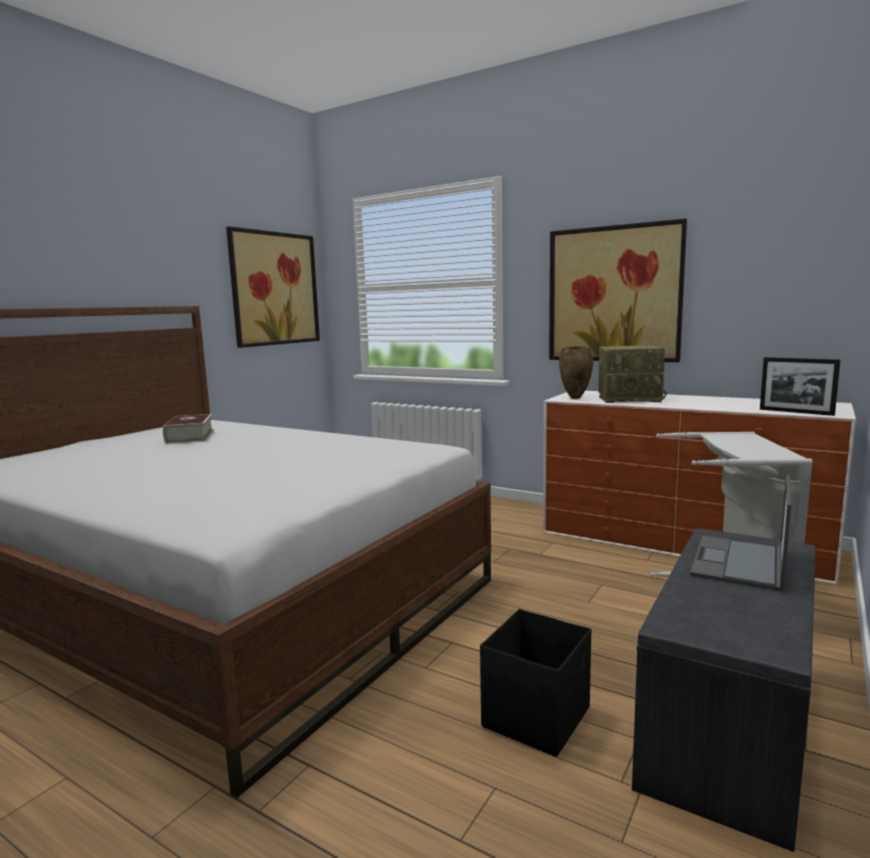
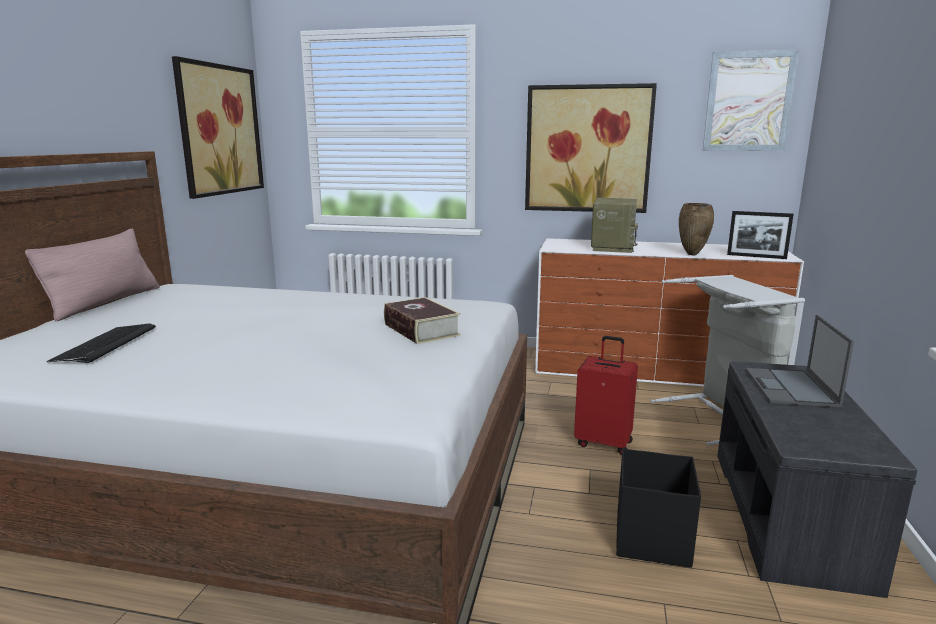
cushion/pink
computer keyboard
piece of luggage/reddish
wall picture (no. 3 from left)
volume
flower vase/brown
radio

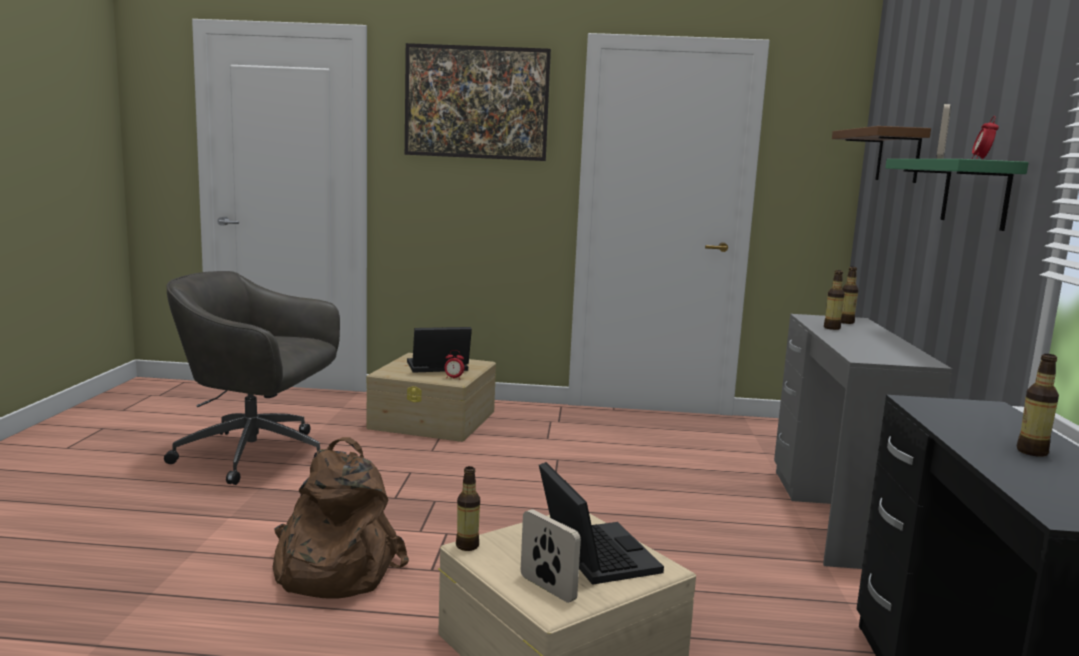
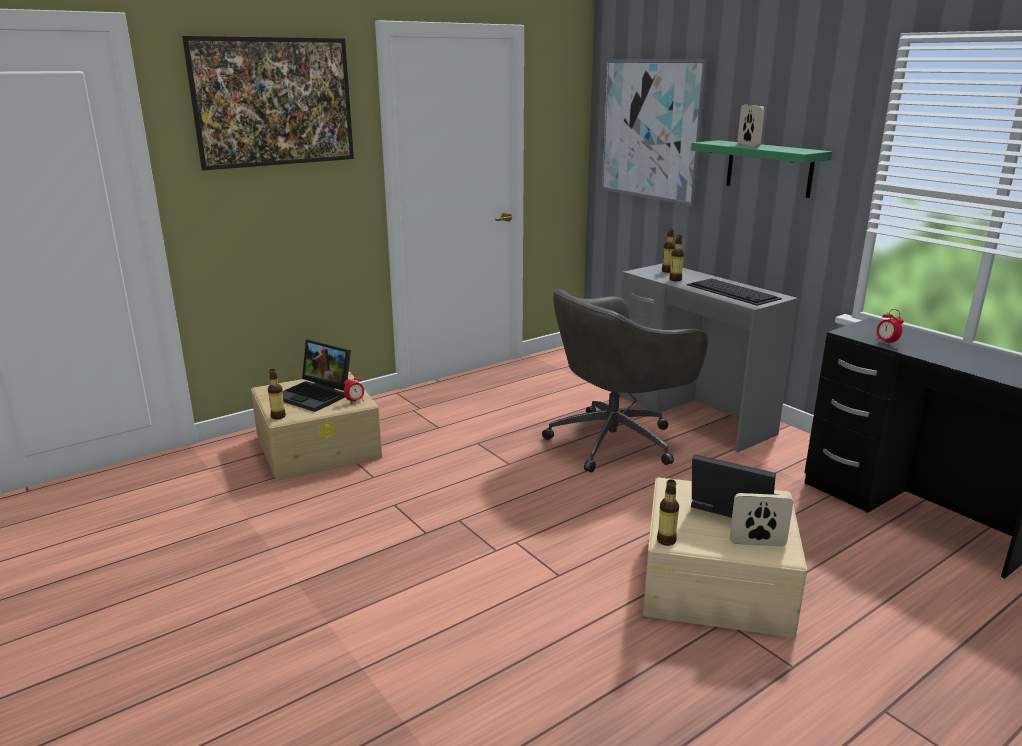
knapsack/brown
computer keyboard
office chair/greyish
table clock (no. 2 from left)
drink bottle (no. 1 from left)
wall picture (no. 2 from left)
portable computer (no. 1 from left)

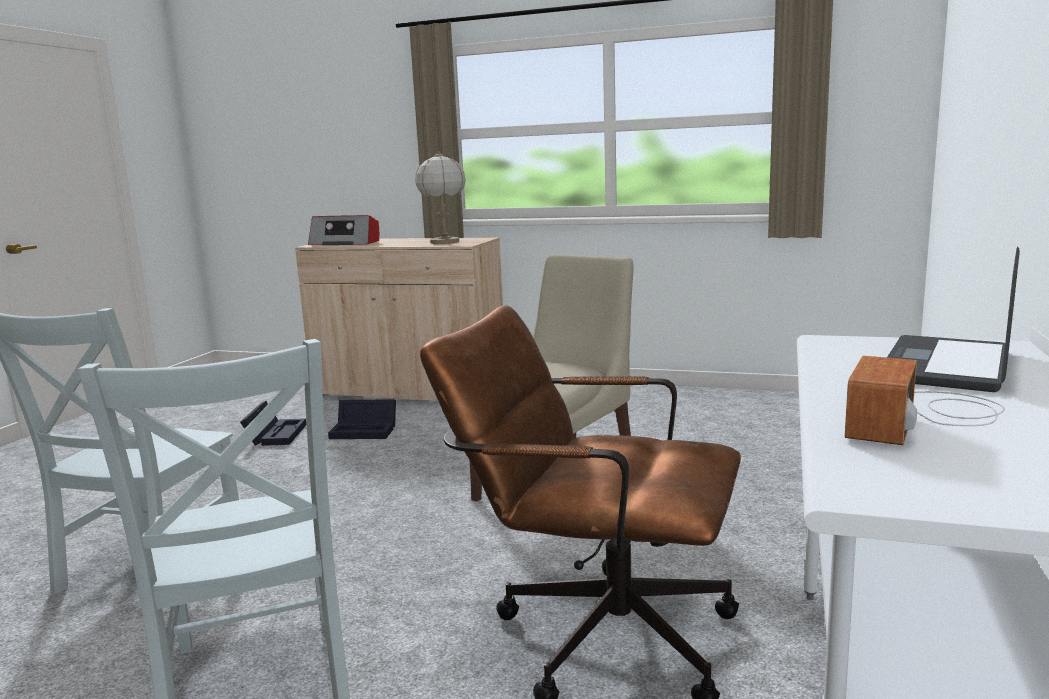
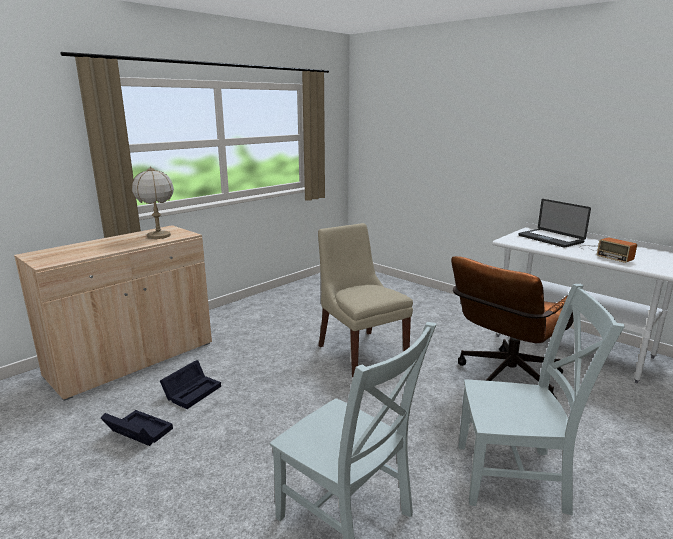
radio (no. 1 from left in the first image)

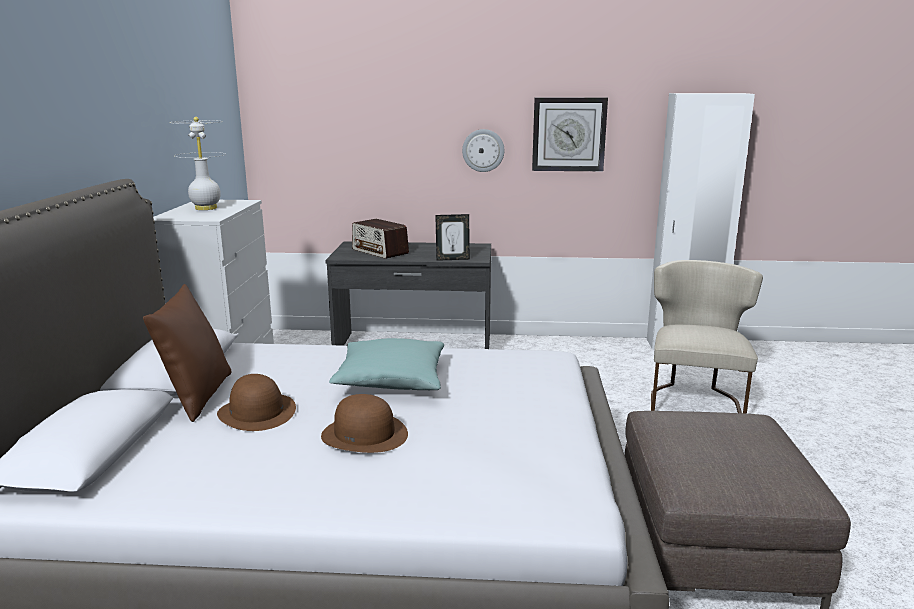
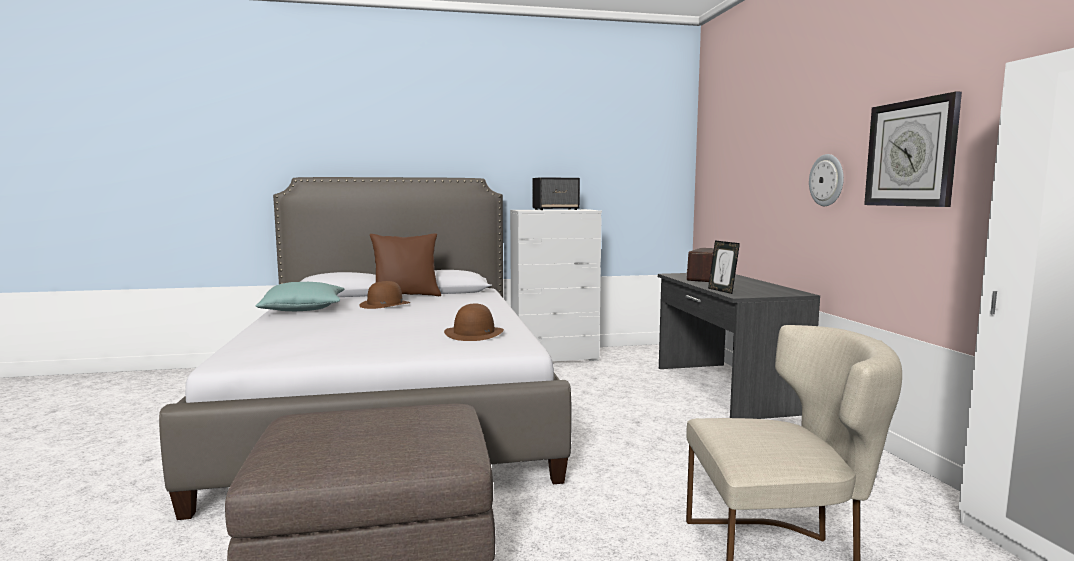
clothing hat/brown (no. 2 from left)
cushion/turquoise
loudspeaker

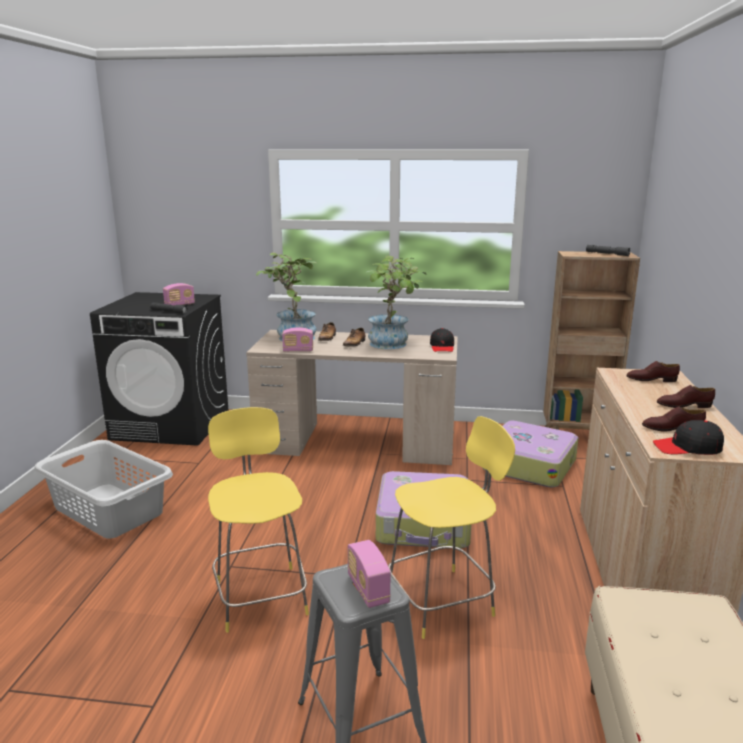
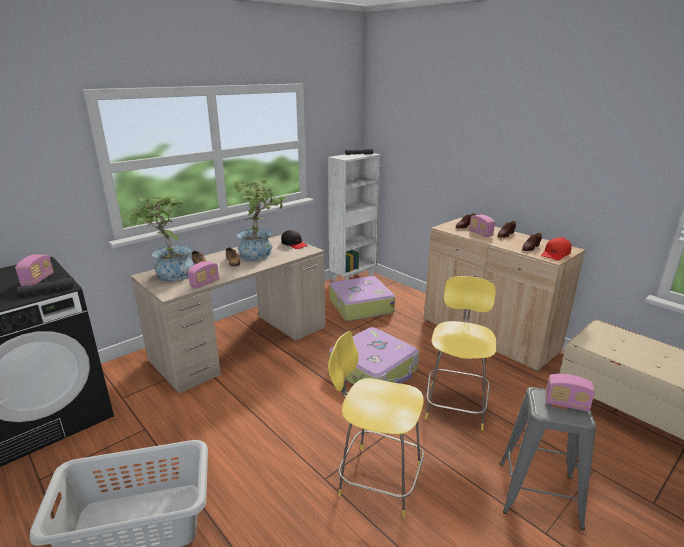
radio (no. 3 from left)
bookshelf/white-coloured
cap/reddish

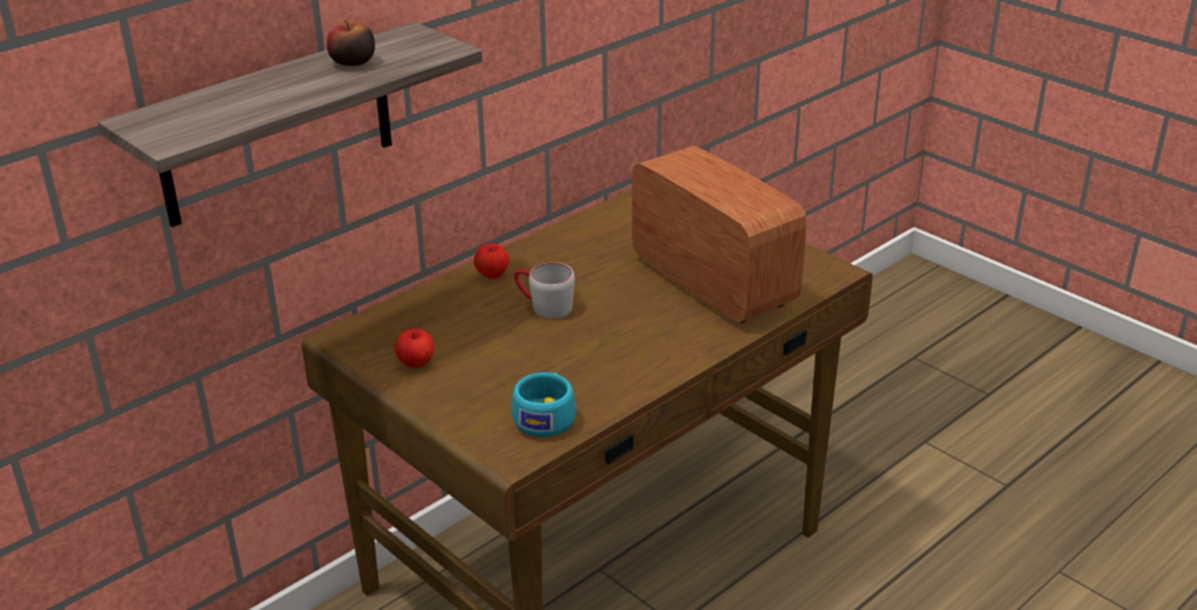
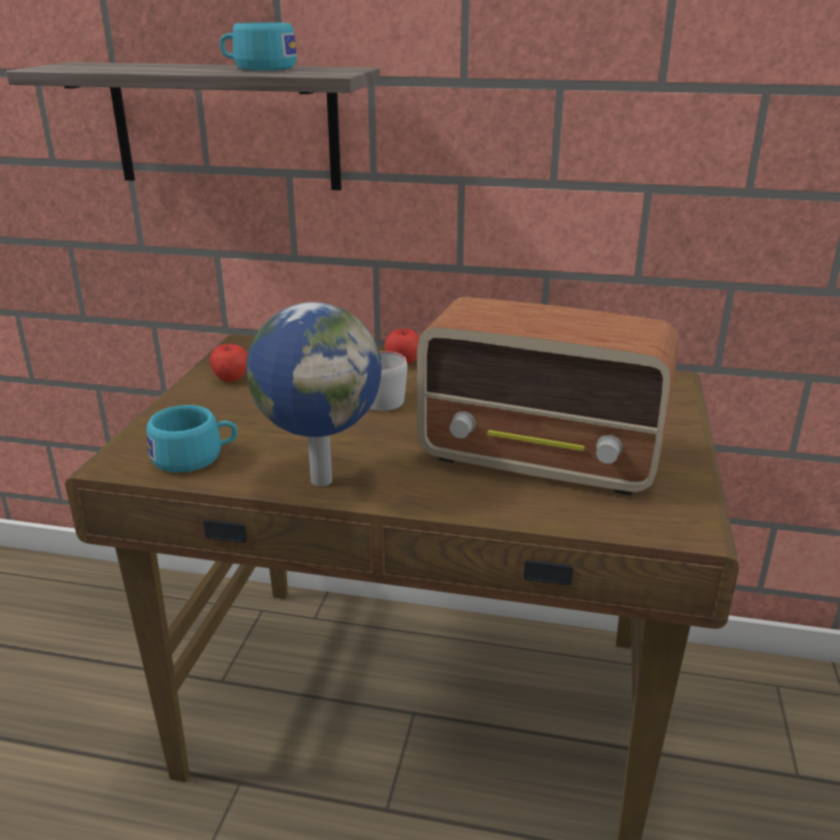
globe
cup/turquoise (no. 2 from left)
radio

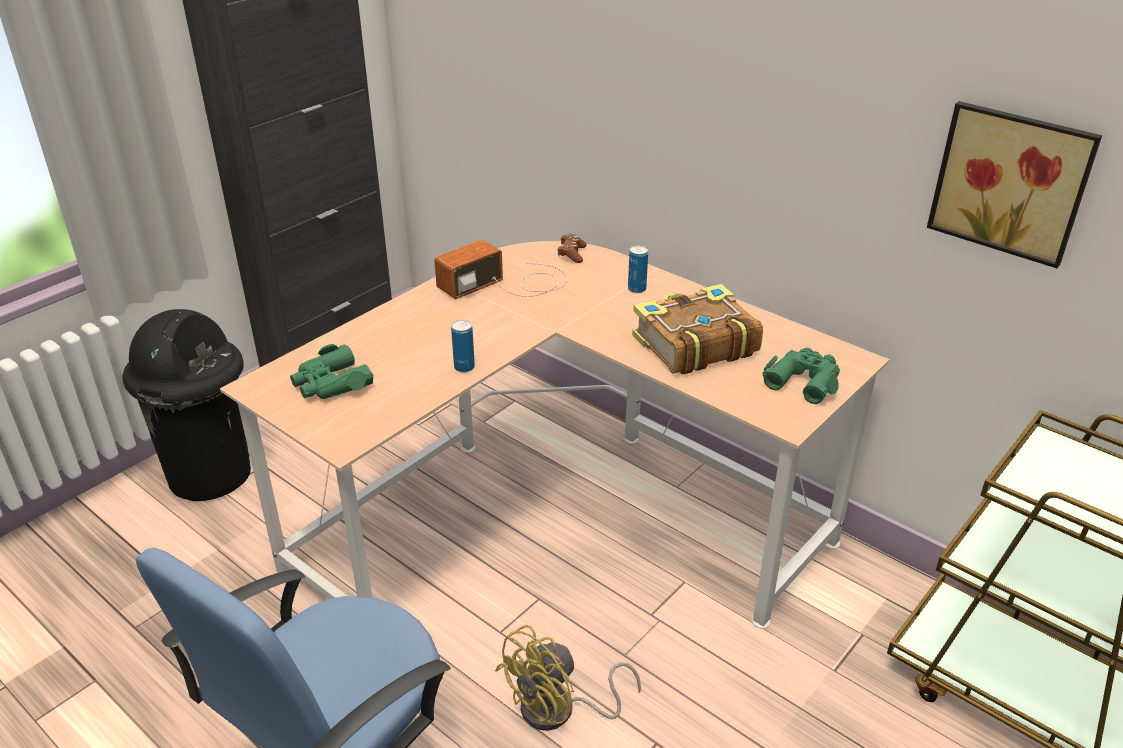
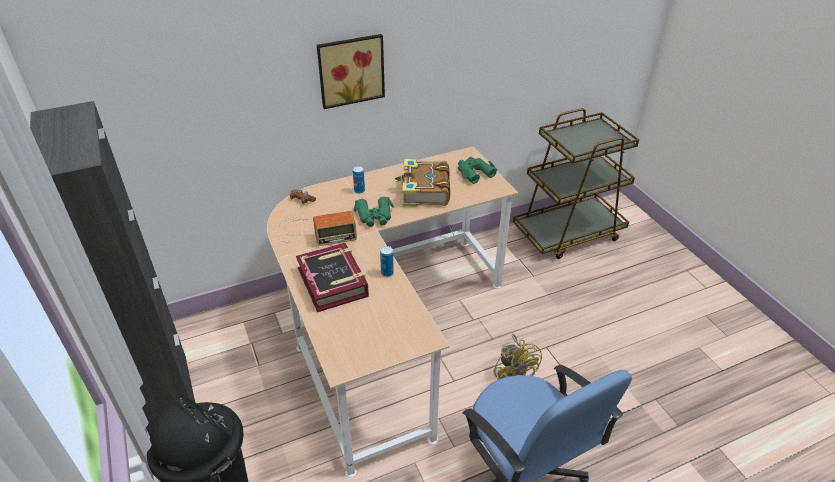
volume (no. 1 from left)
field glasses/greenish (no. 1 from left)
wall picture
radio

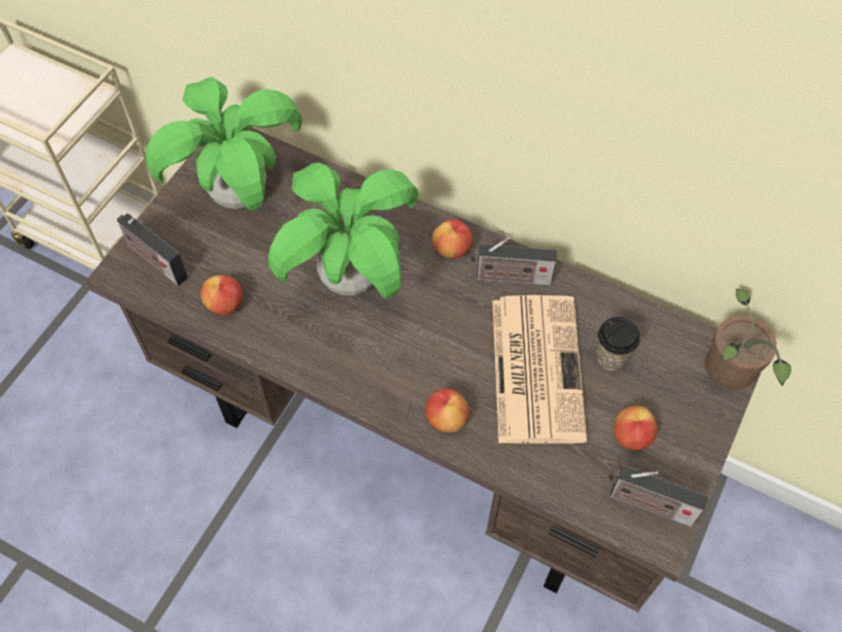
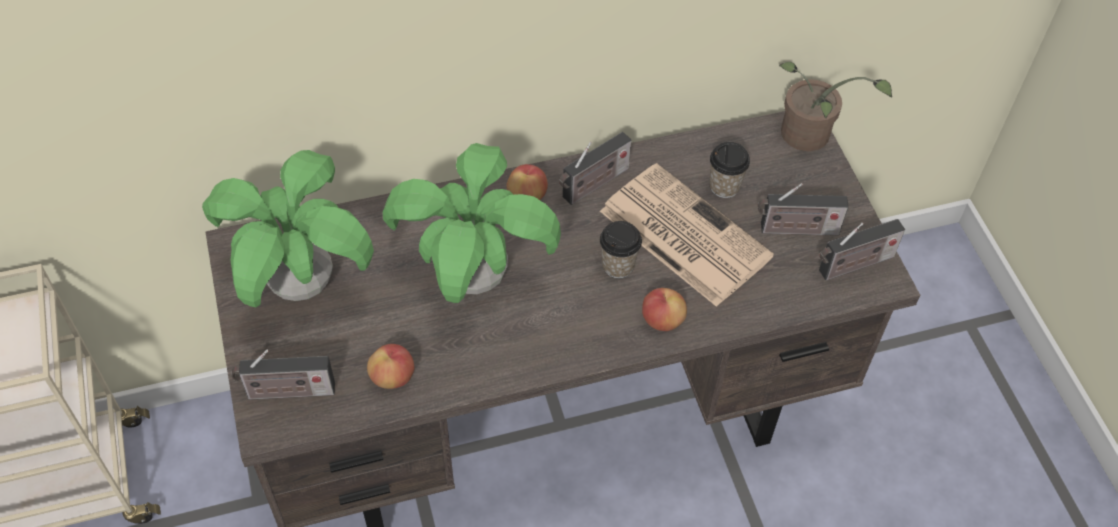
cup (no. 1 from left)
radio (no. 3 from left)

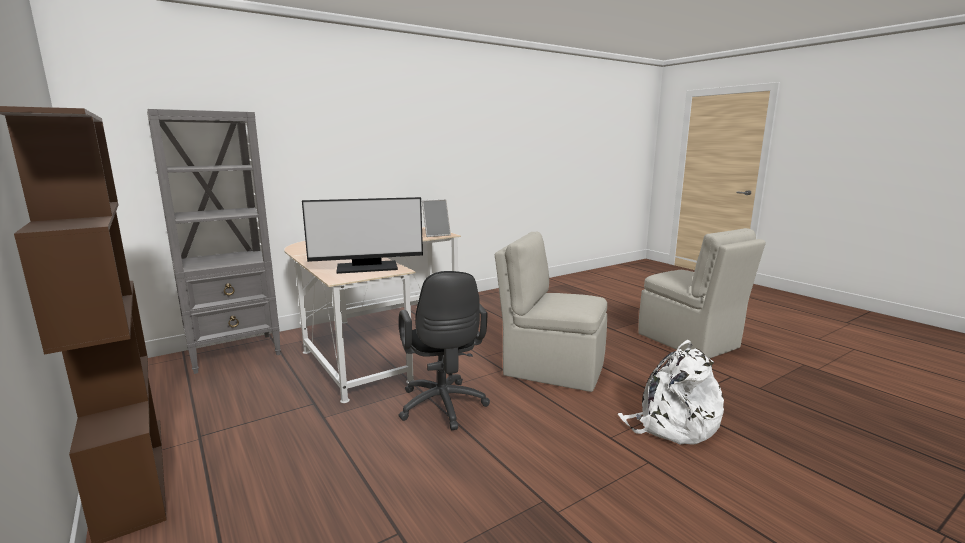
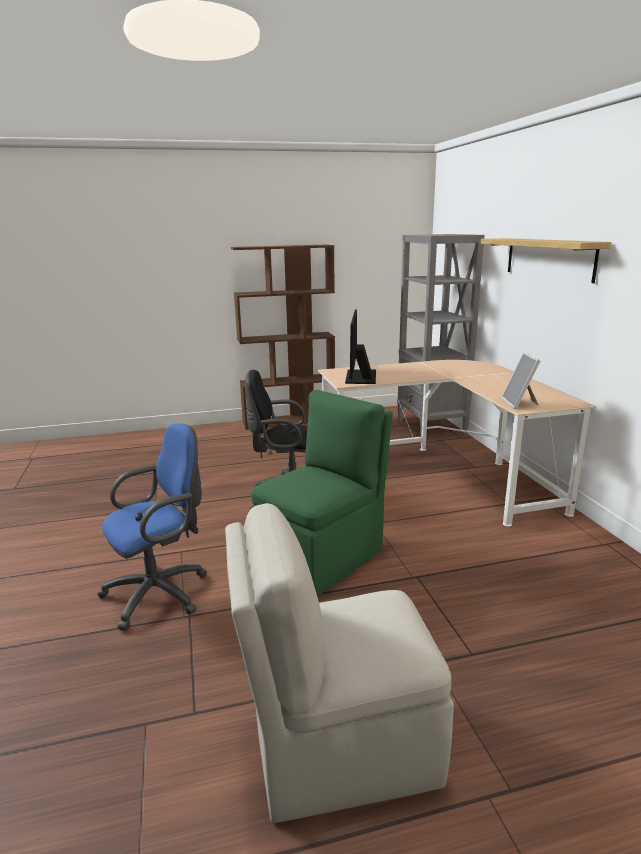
shelf
office chair/bluish
chair/greenish

